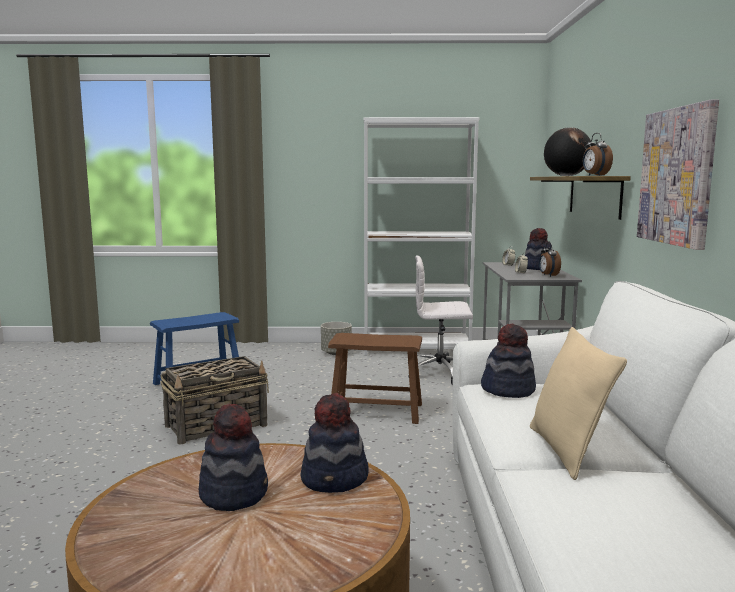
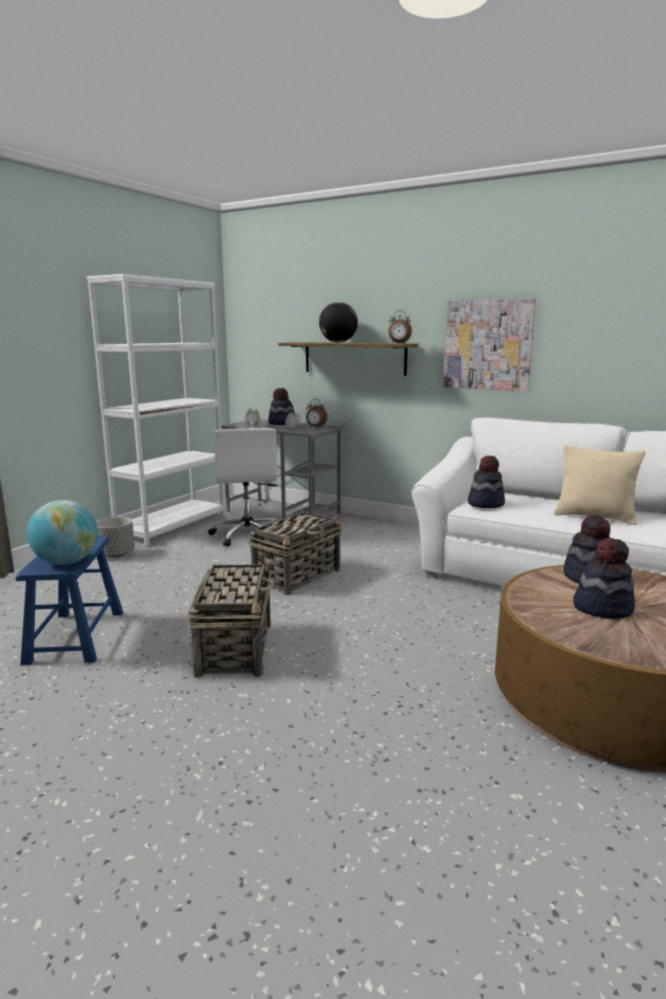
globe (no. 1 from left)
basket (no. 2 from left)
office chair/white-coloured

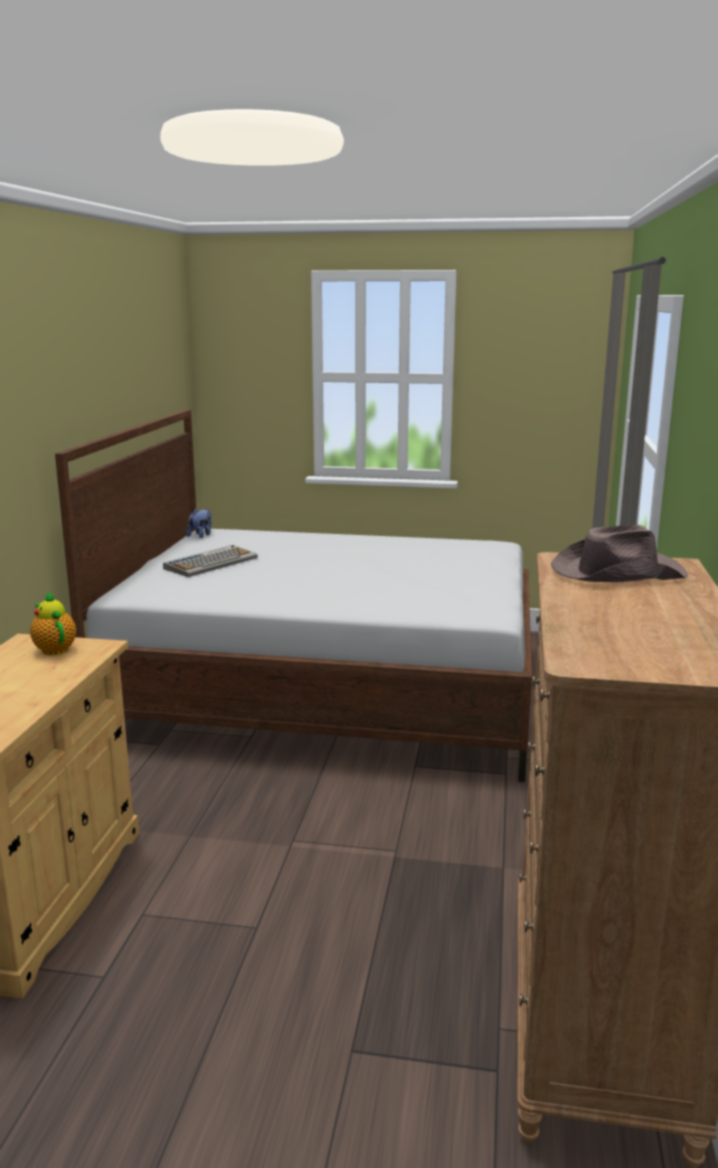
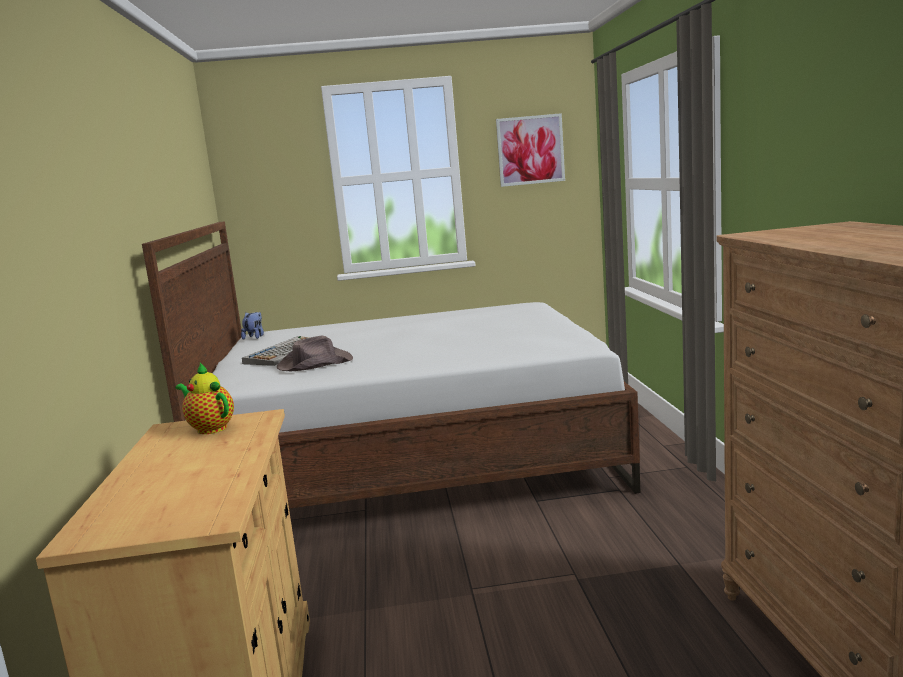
wall picture
clothing hat/brown

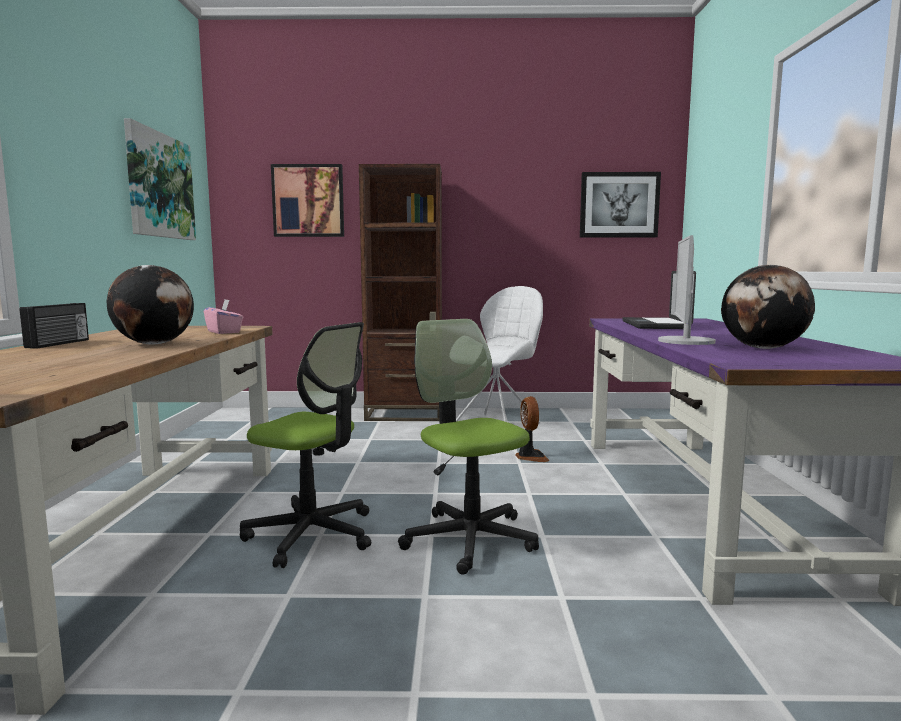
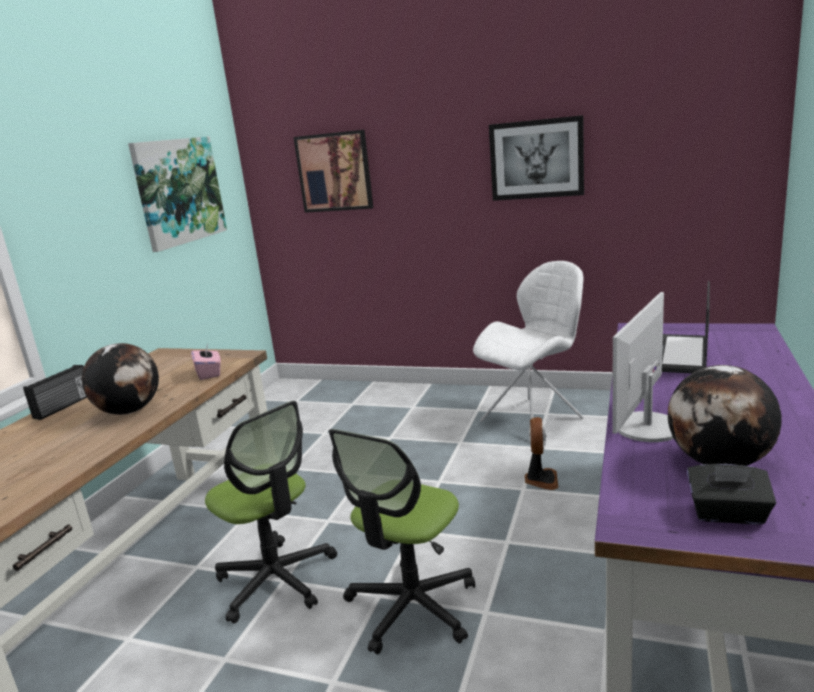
bookshelf/brown
box of tissues/blackish
wall picture (no. 3 from left)
office chair (no. 2 from left)

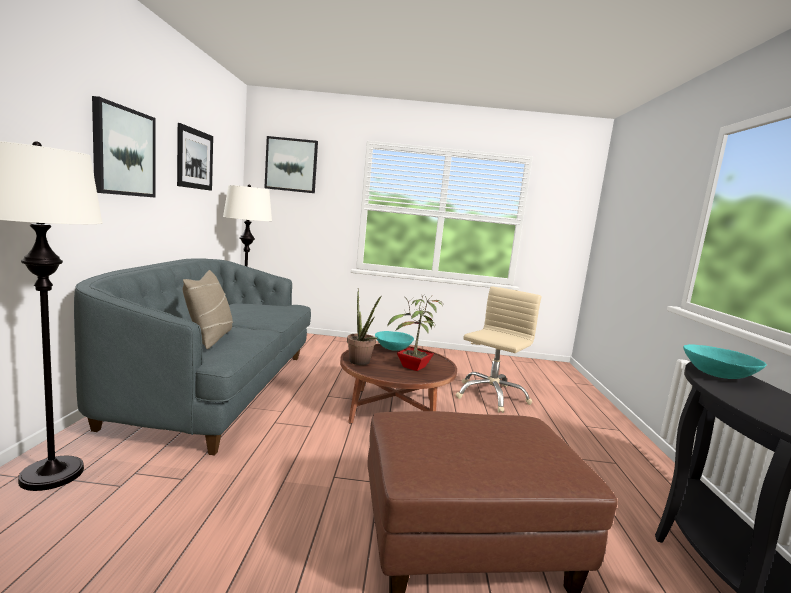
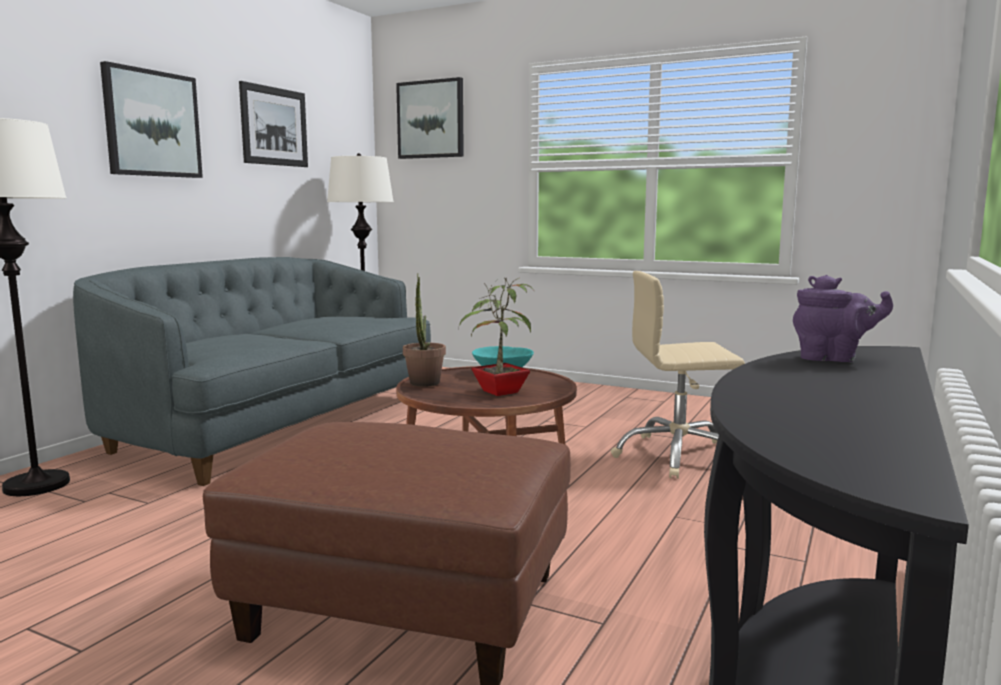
cushion/sand-coloured
teapot/purple-coloured
office chair/sand-coloured

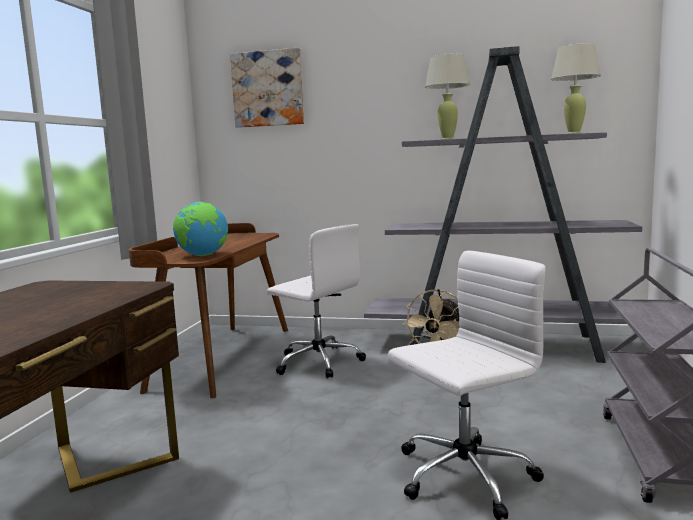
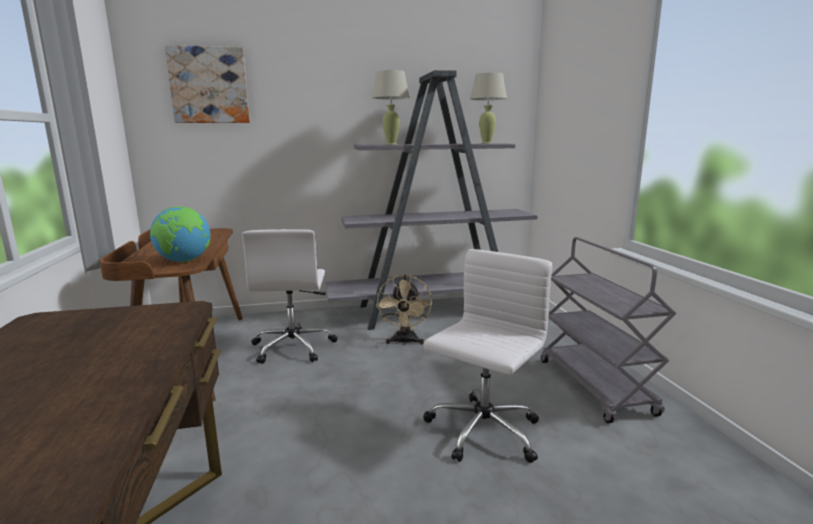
office chair/white-coloured (no. 1 from left)

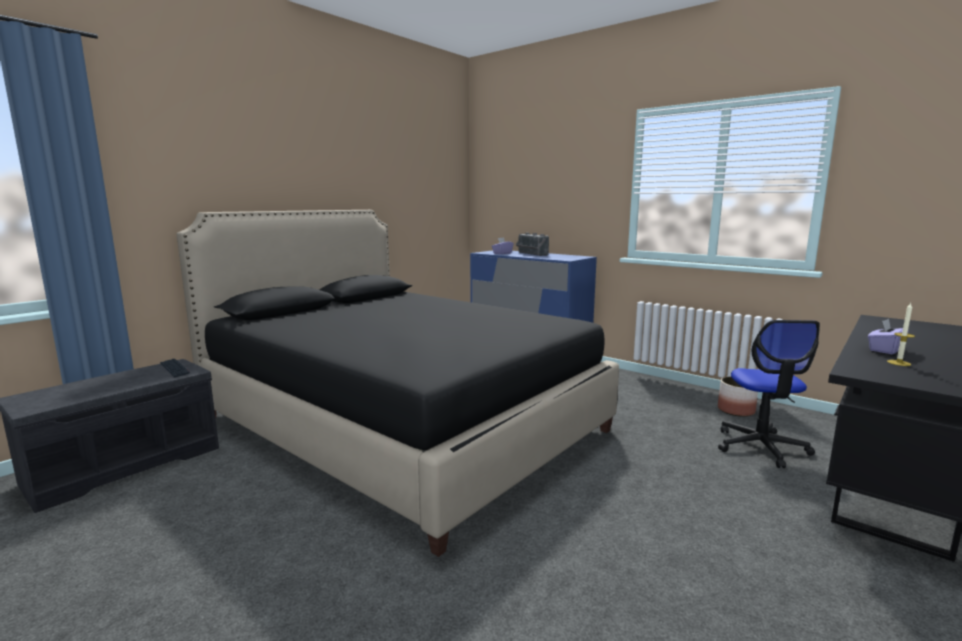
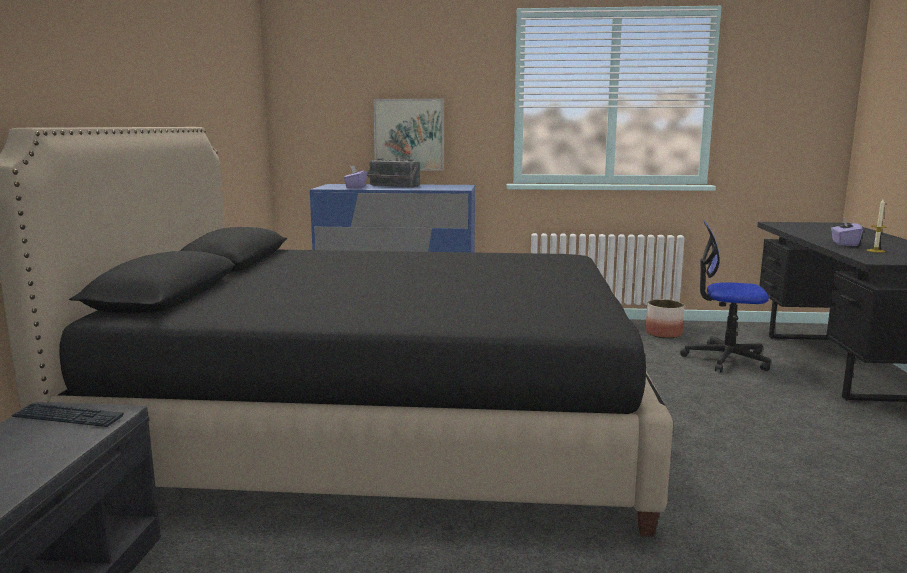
wall picture
office chair

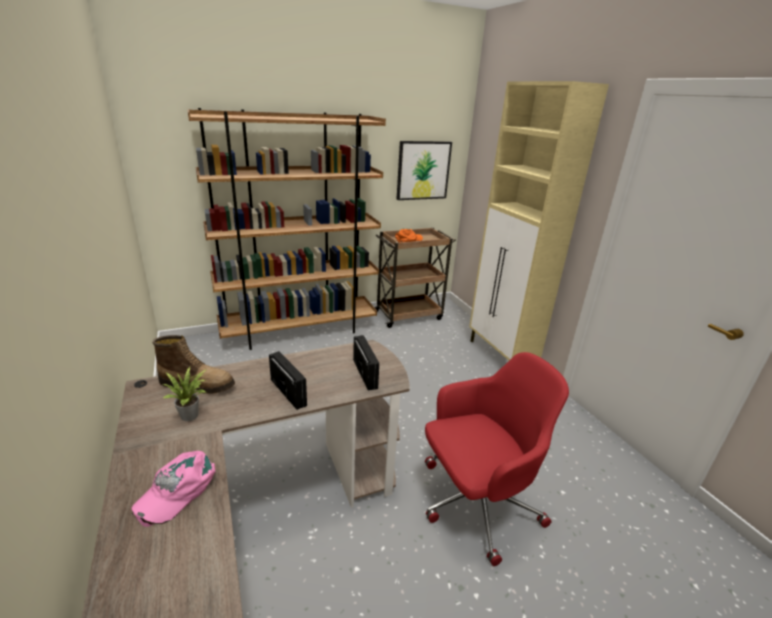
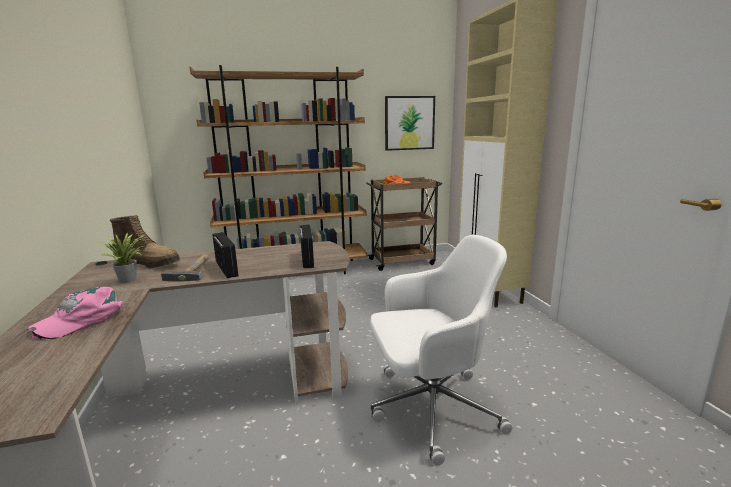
hand hammer
office chair/white-coloured

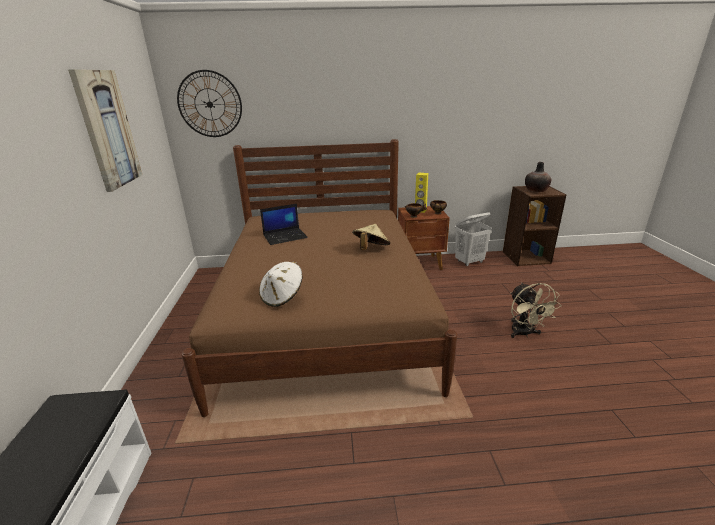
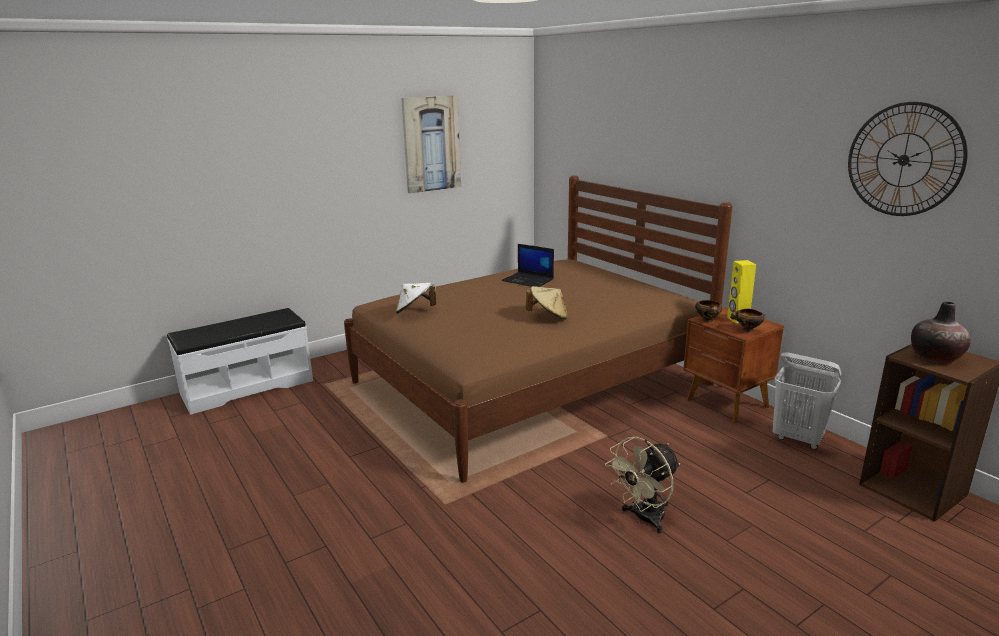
hanging clock

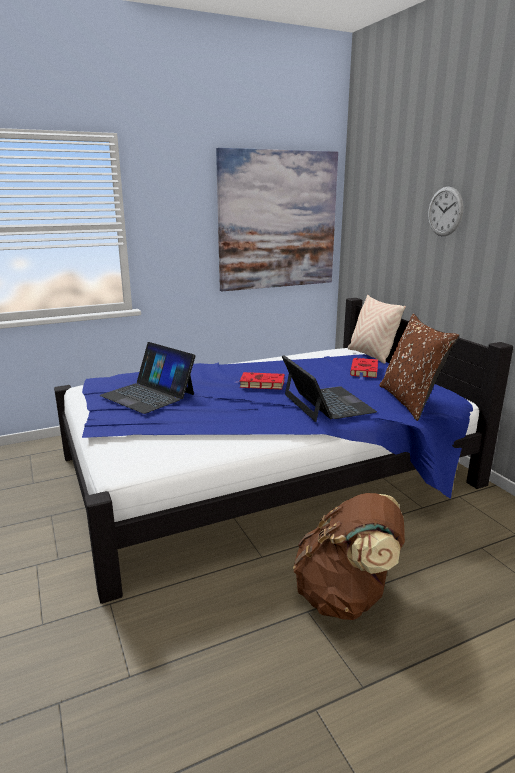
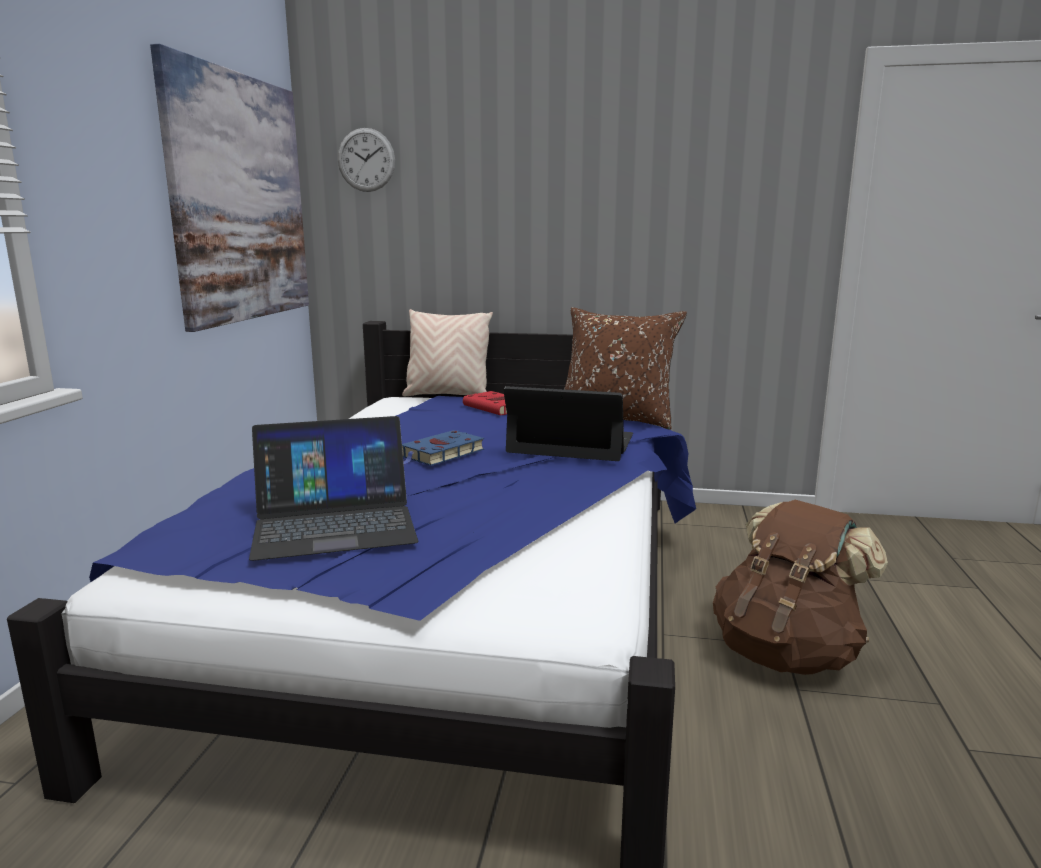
hanging clock
volume/bluish

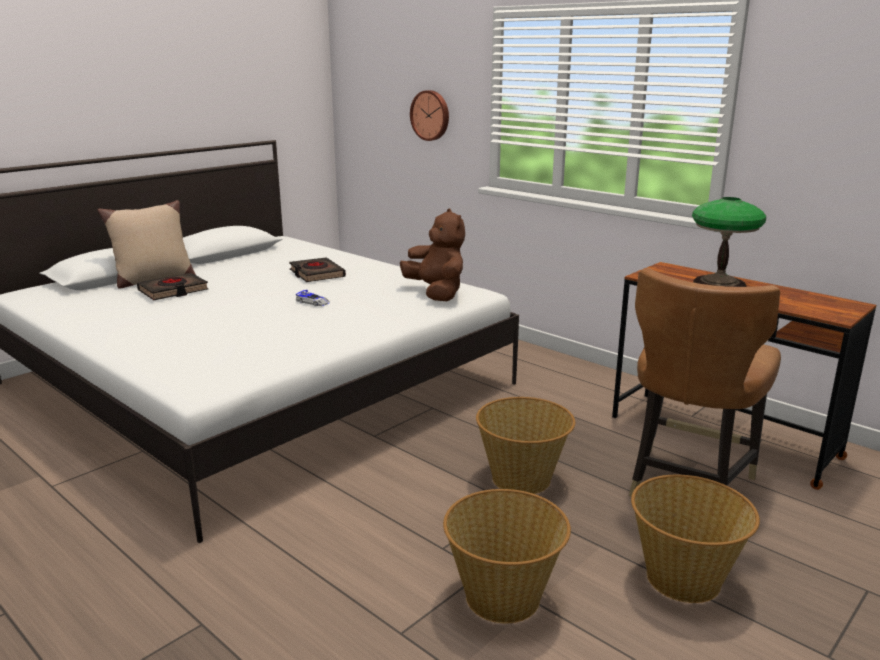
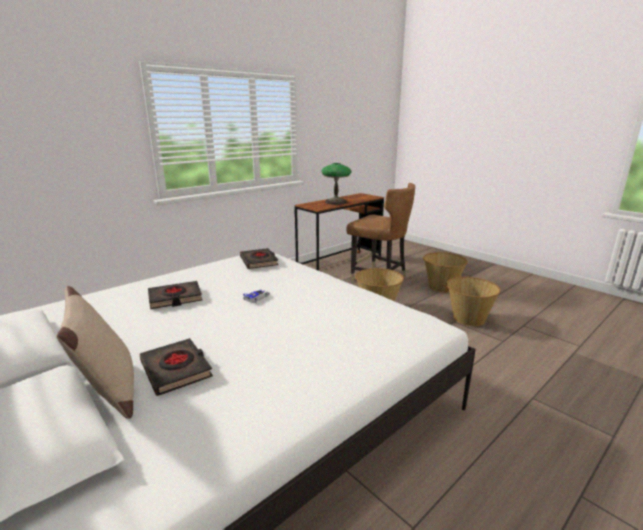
hanging clock
volume/blackish (no. 3 from left)

